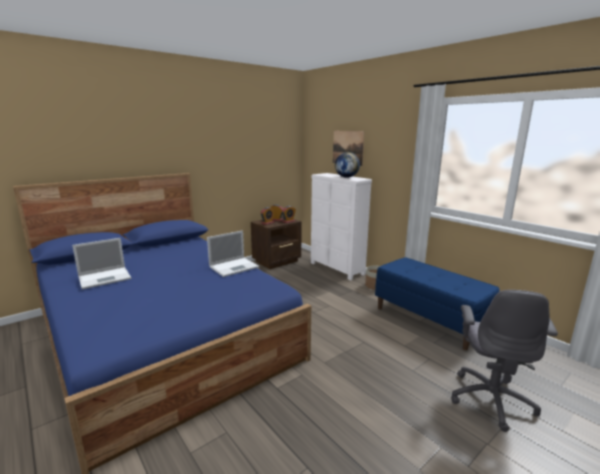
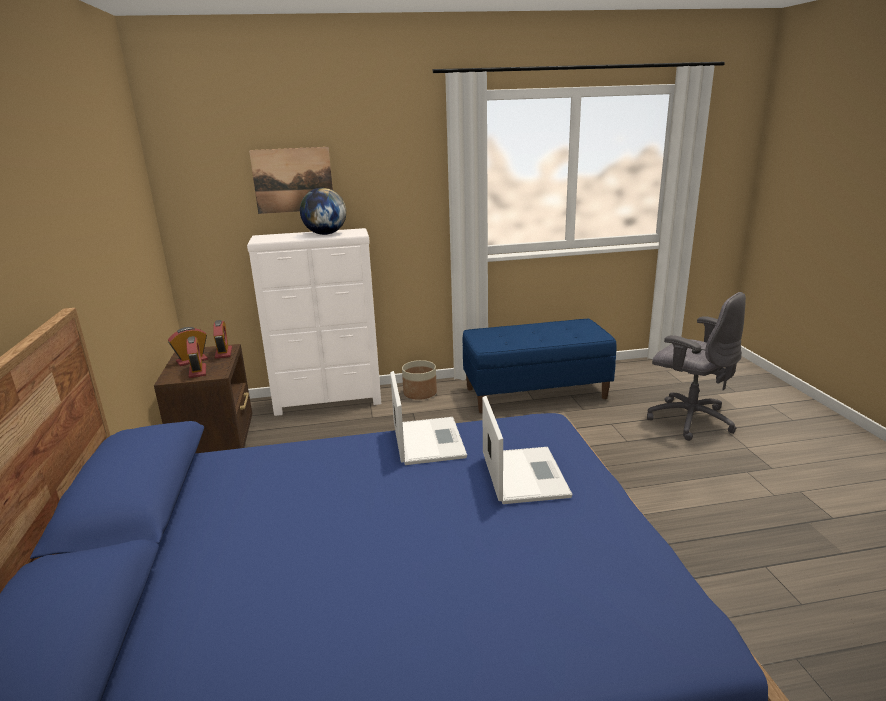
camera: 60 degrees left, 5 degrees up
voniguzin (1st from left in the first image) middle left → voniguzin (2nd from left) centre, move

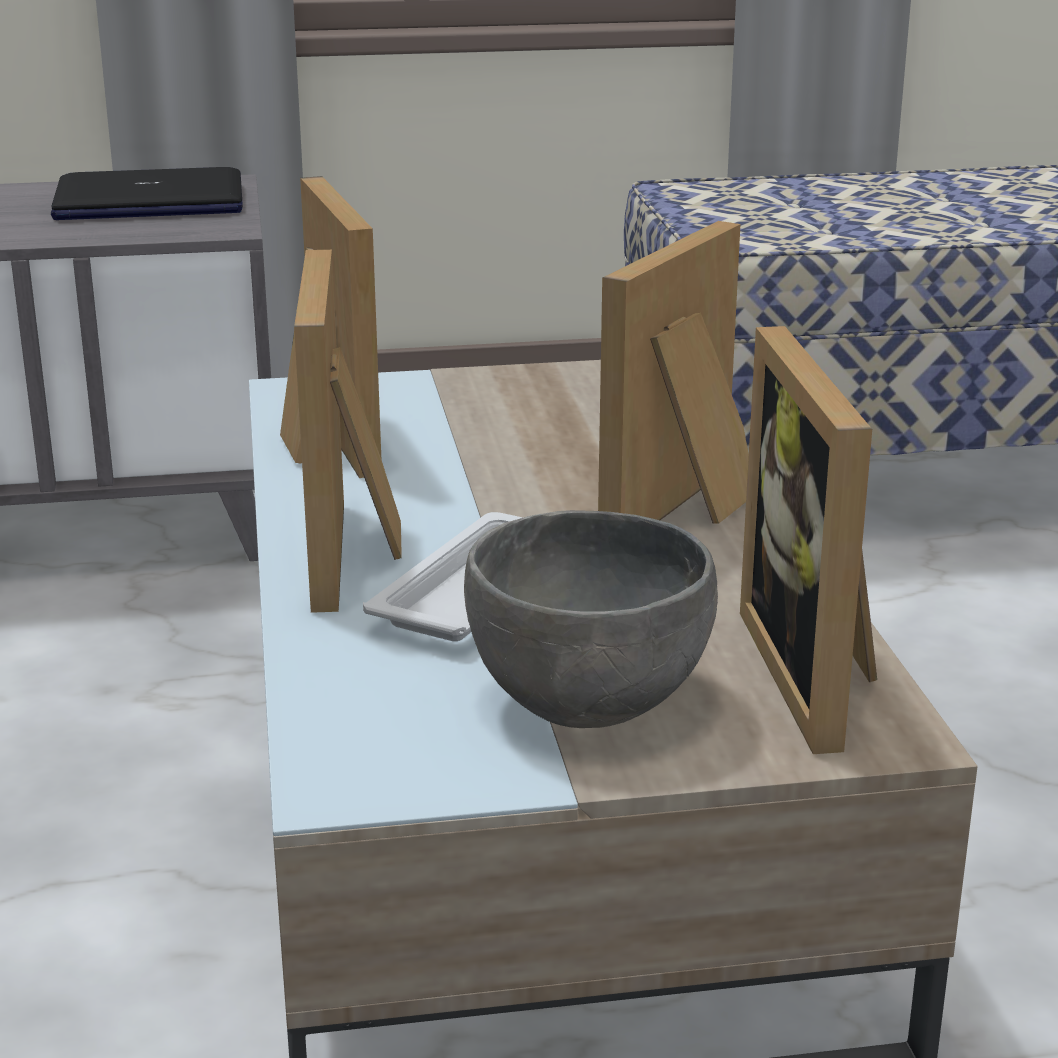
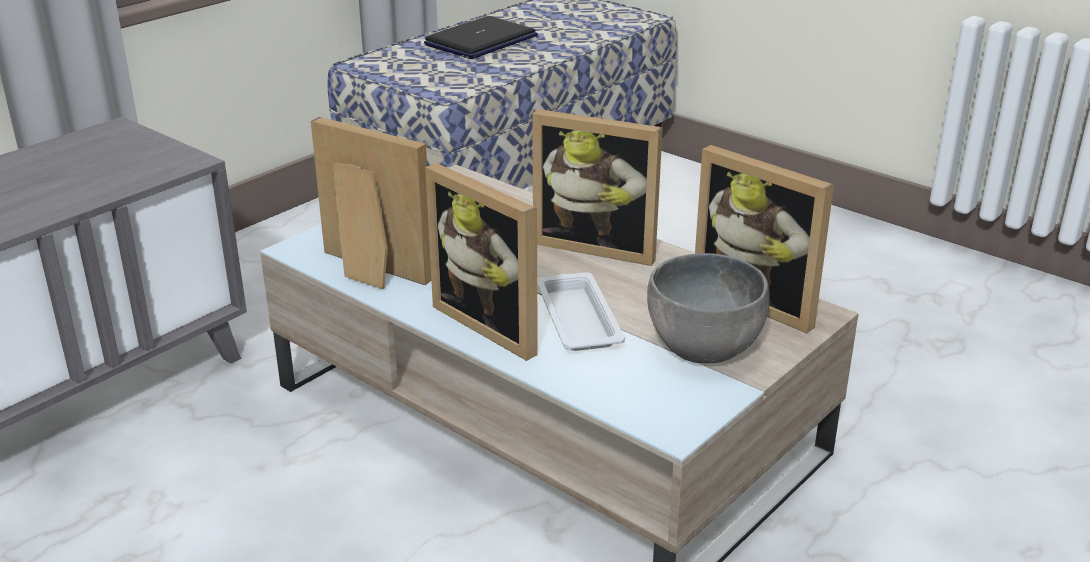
camera: 40 degrees left, 5 degrees up
voniguzin top left → voniguzin top centre, move
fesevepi (3rd from left) centre → fesevepi (3rd from left) top centre, 60 degrees counterclockwise

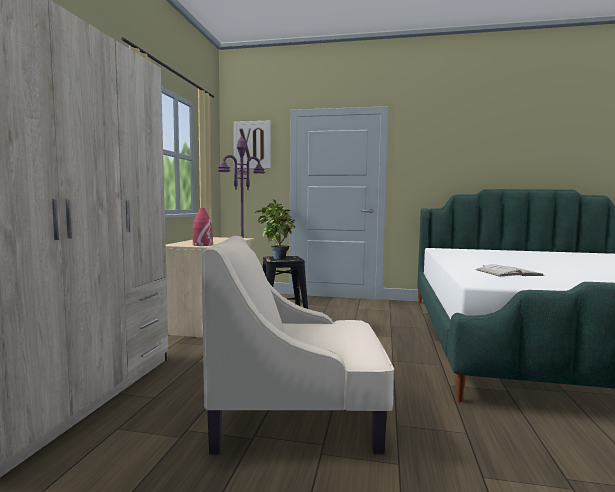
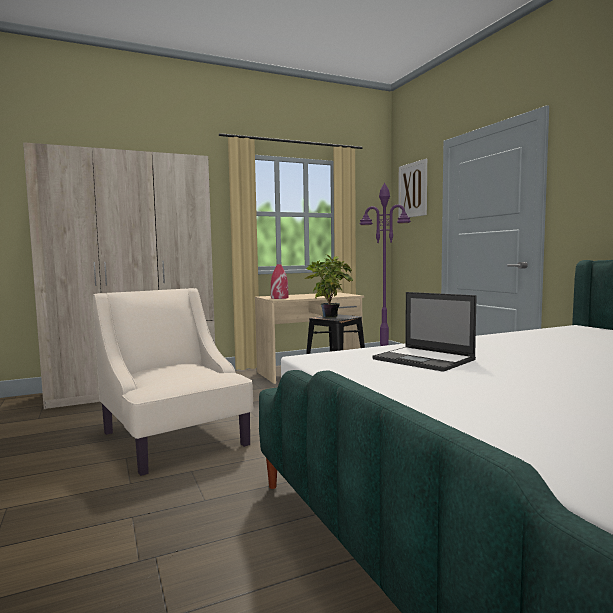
camera: 55 degrees right, 0 degrees up
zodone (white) middle right → voniguzin middle right

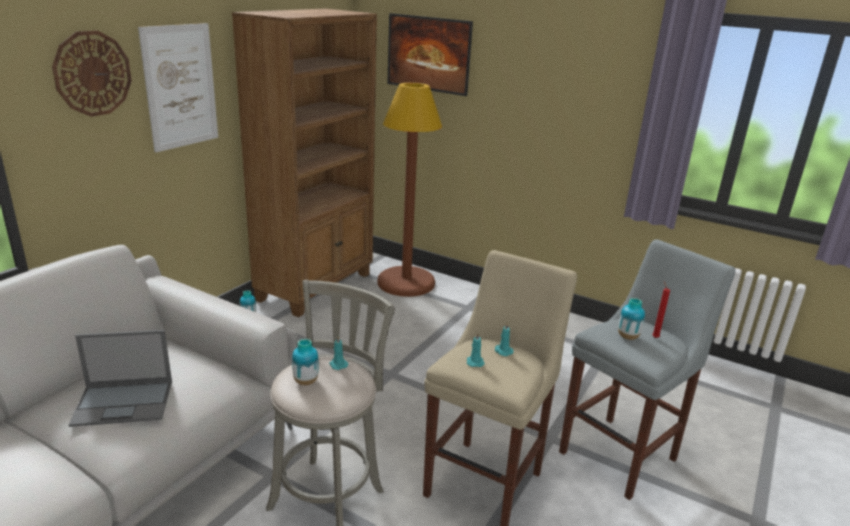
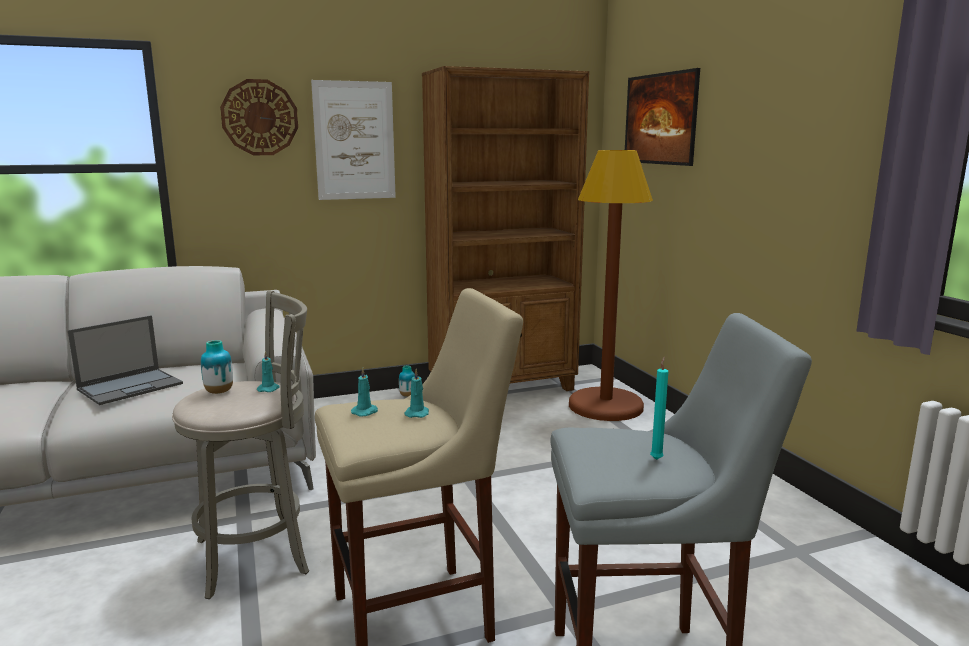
camera: 40 degrees right, 10 degrees down
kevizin (3rd from left) middle right → -
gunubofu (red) middle right → gunubofu (turquoise) (4th from left) middle right
voniguzin bottom left → voniguzin middle left, 75 degrees counterclockwise

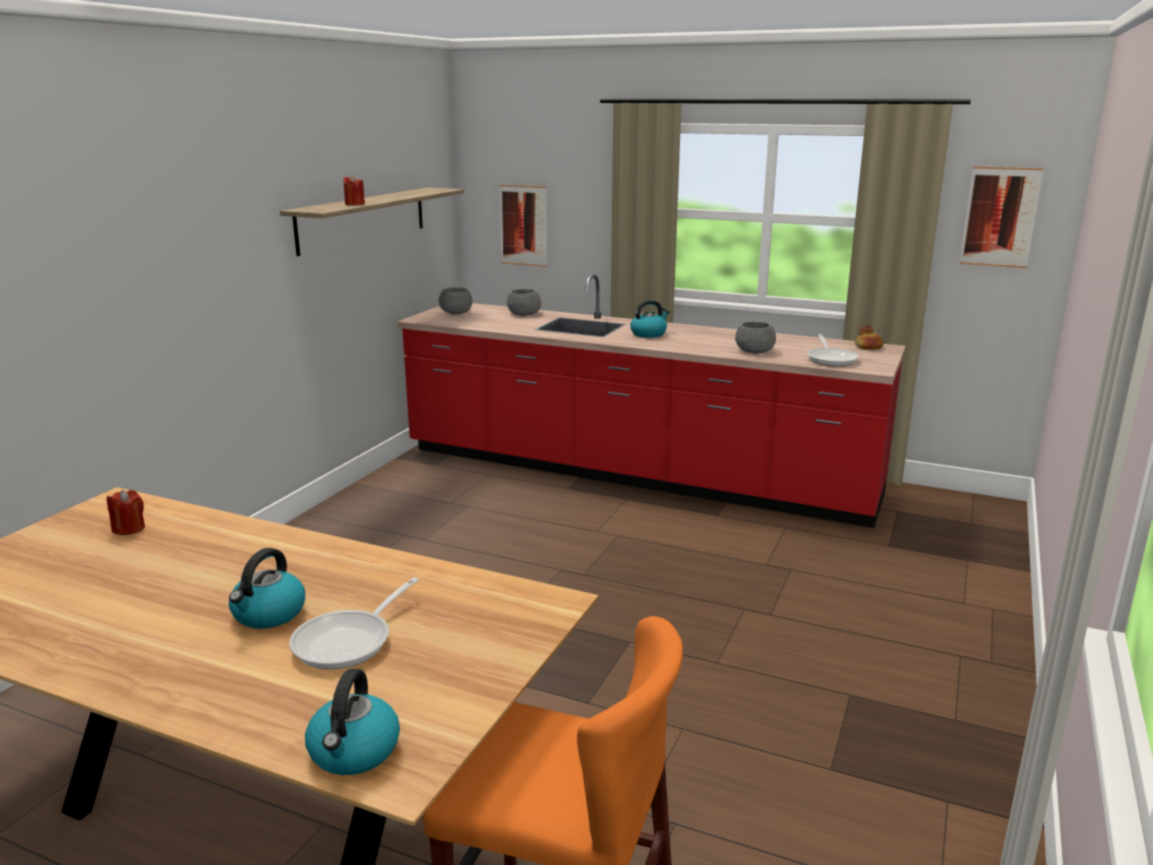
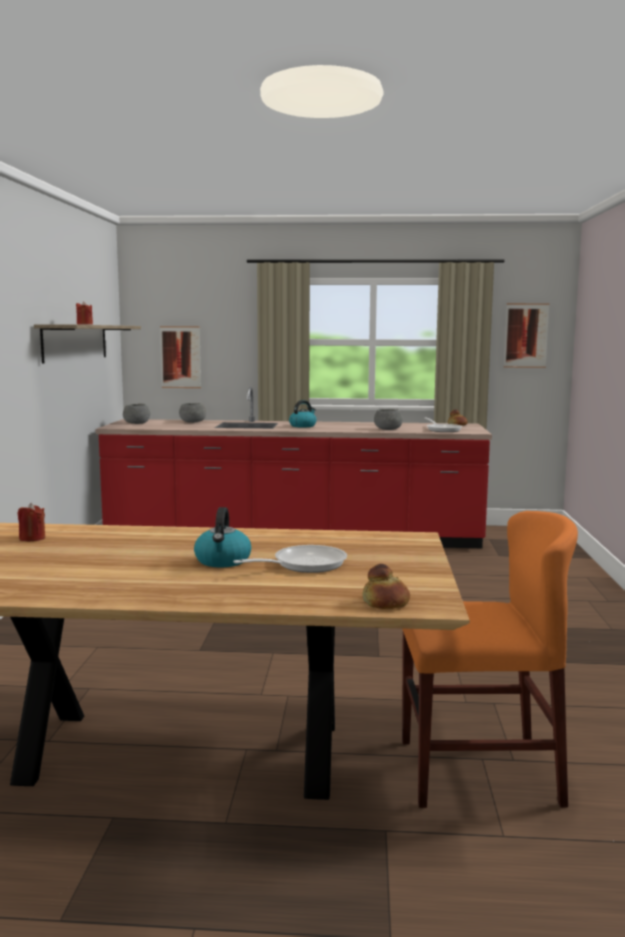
camera: 20 degrees left, 10 degrees down
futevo (2nd from left) bottom left → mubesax (1st from left) centre
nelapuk (1st from left) bottom left → nelapuk (1st from left) centre, 135 degrees counterclockwise

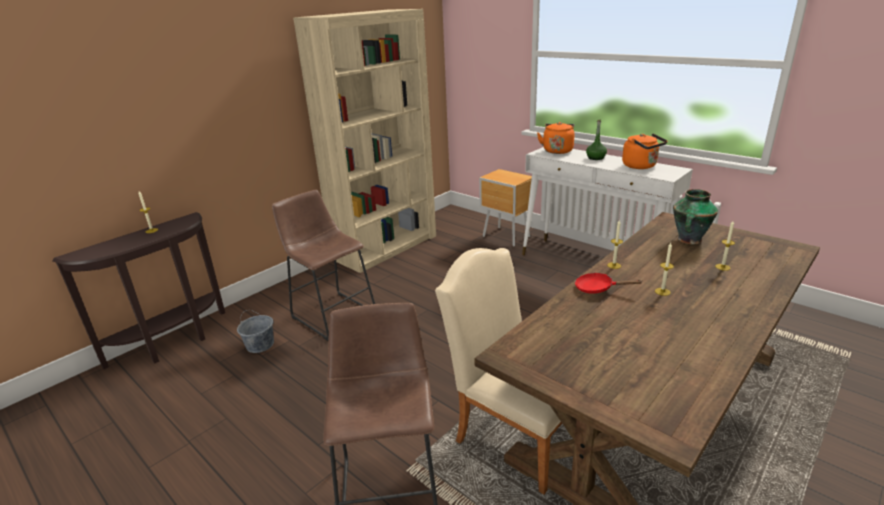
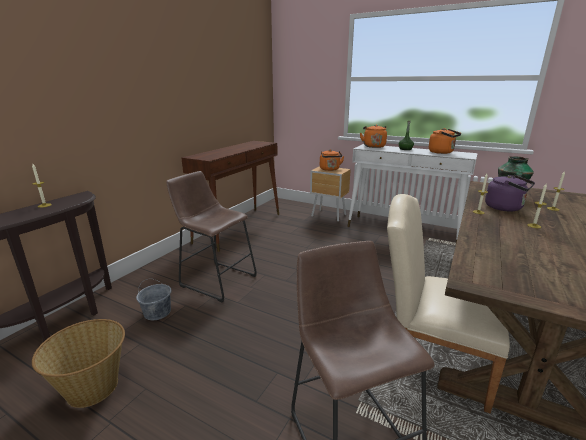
camera: 15 degrees left, 5 degrees down
nelapuk (red) middle right → -
- → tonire bottom left
- → futevo (orange) (1st from left) centre
- → futevo (purple) middle right
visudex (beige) top centre → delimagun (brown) (2nd from left) centre

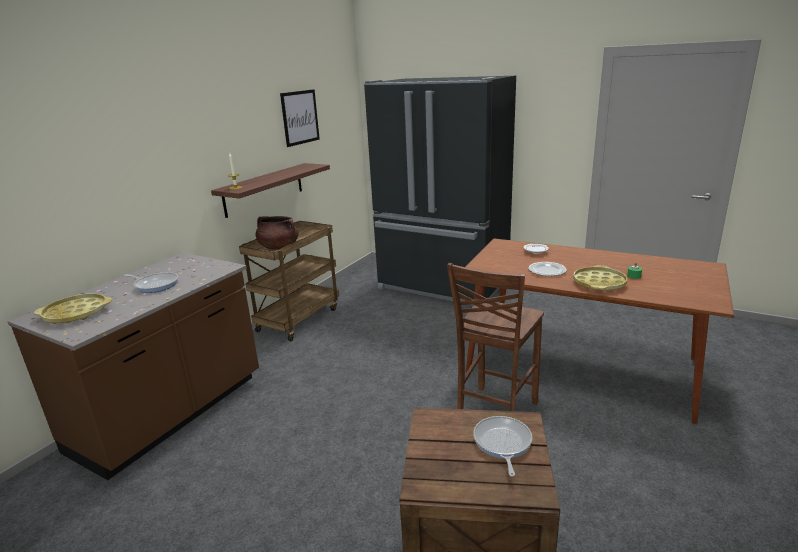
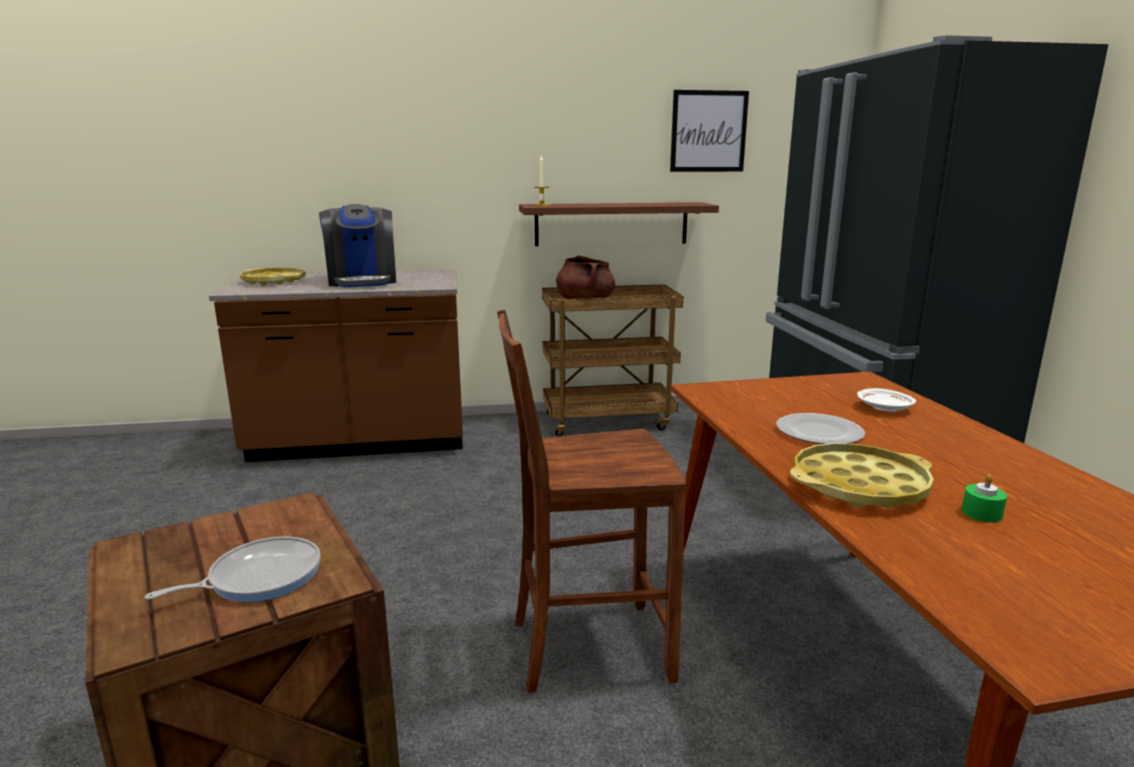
camera: 50 degrees right, 5 degrees down
nelapuk (1st from left) middle left → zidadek top left

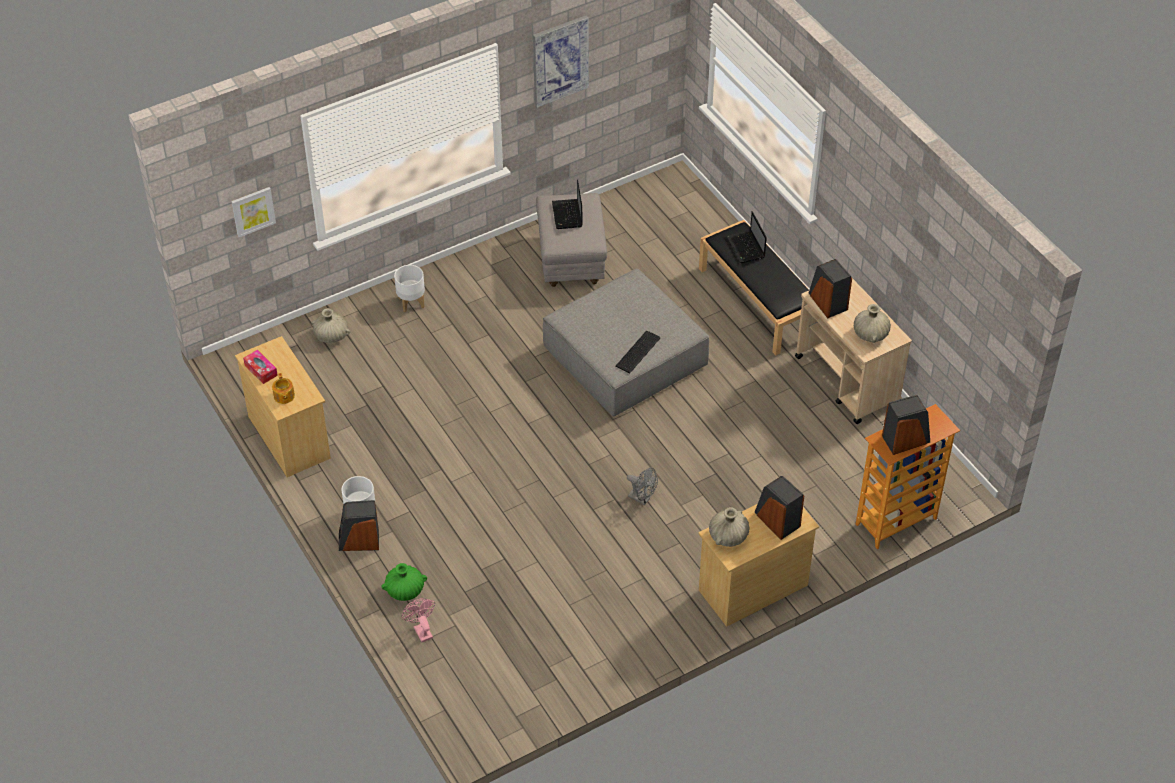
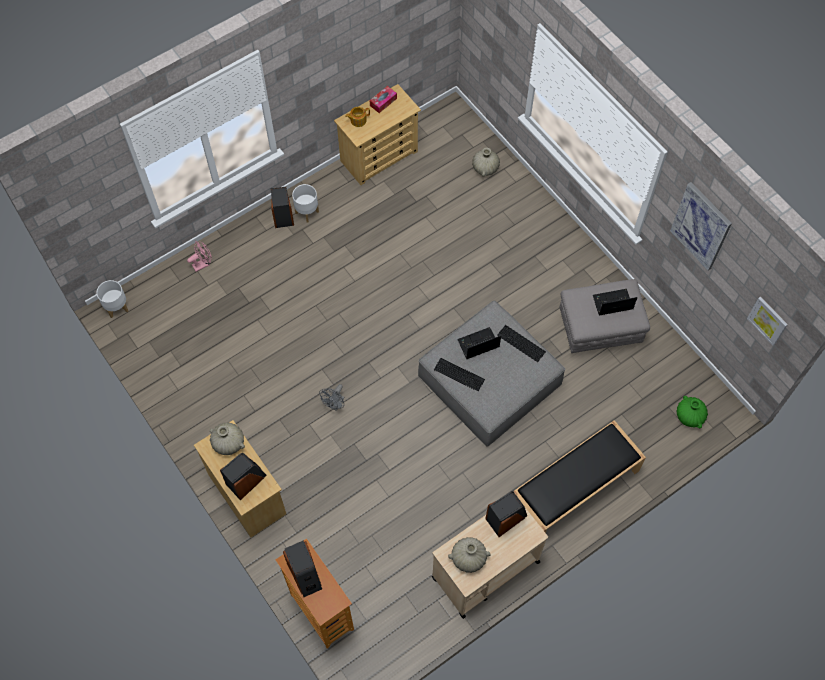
camera: 85 degrees right, 15 degrees up
- → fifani (2nd from left) centre
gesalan (1st from left in the first image) top left → gesalan (2nd from left) middle right, move
kevizin (green) bottom centre → kevizin (green) middle right, move
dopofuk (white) (2nd from left in the first image) centre → dopofuk (white) (1st from left) middle left, move
voniguzin (2nd from left in the first image) top centre → voniguzin (1st from left) centre, move

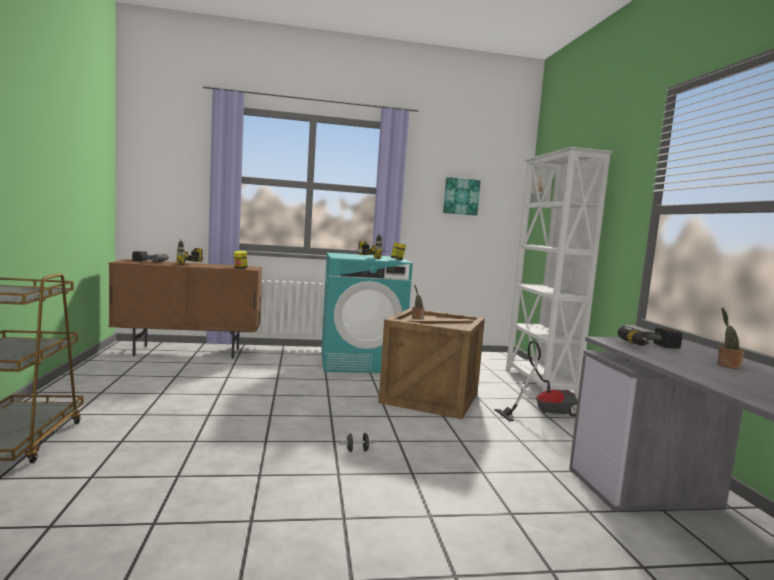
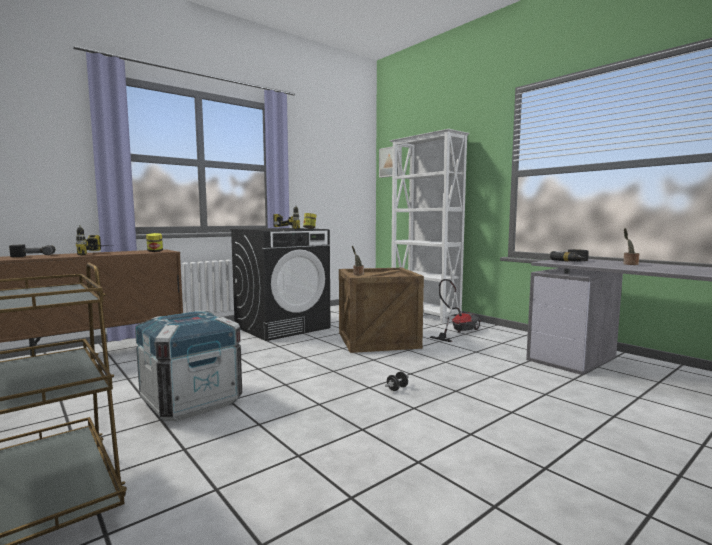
camera: 30 degrees left, 0 degrees up
gesalan (1st from left) centre → -
- → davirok (1st from left) bottom left
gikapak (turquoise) centre → gikapak (black) centre

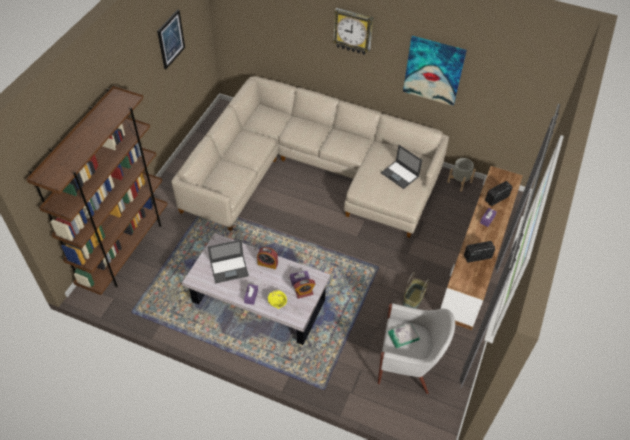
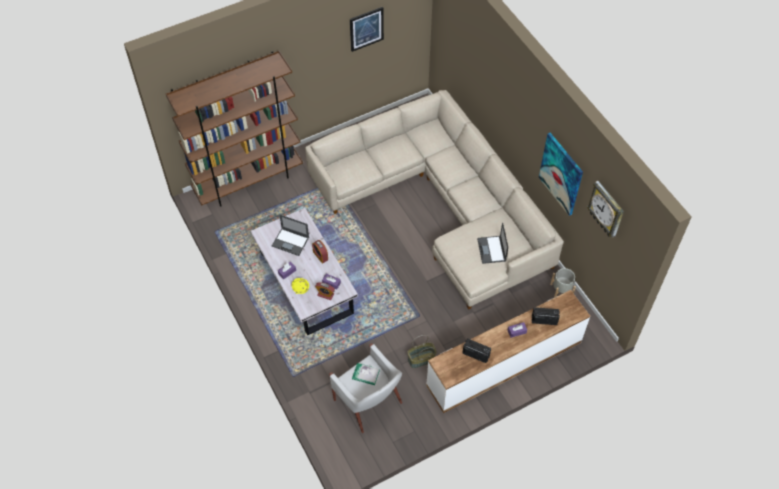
camera: 40 degrees right, 5 degrees up
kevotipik top centre → kevotipik middle right, move

